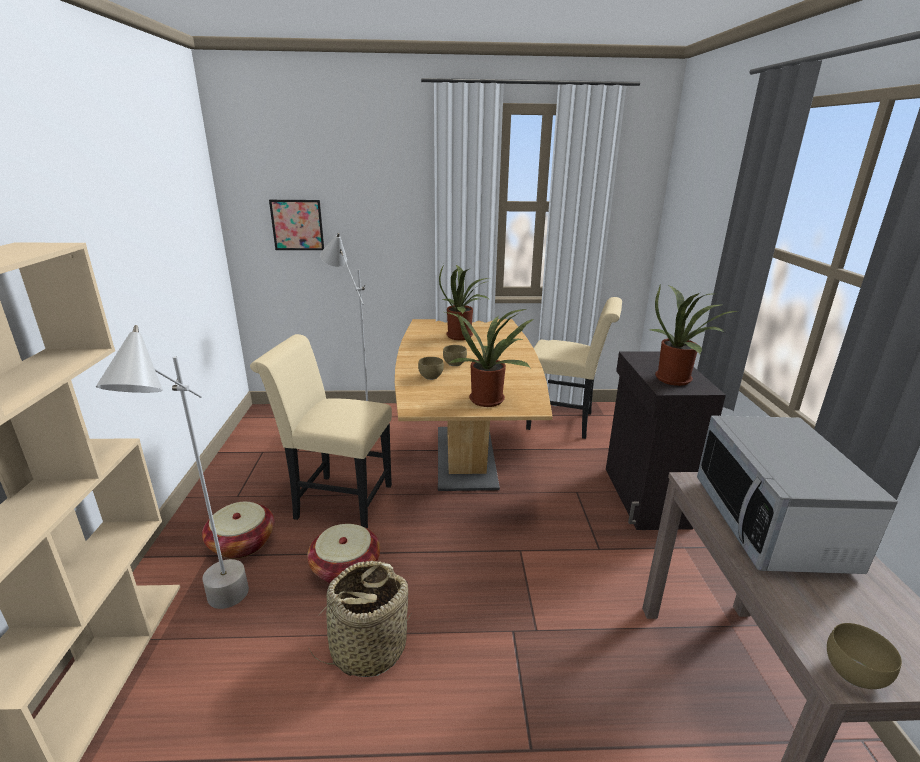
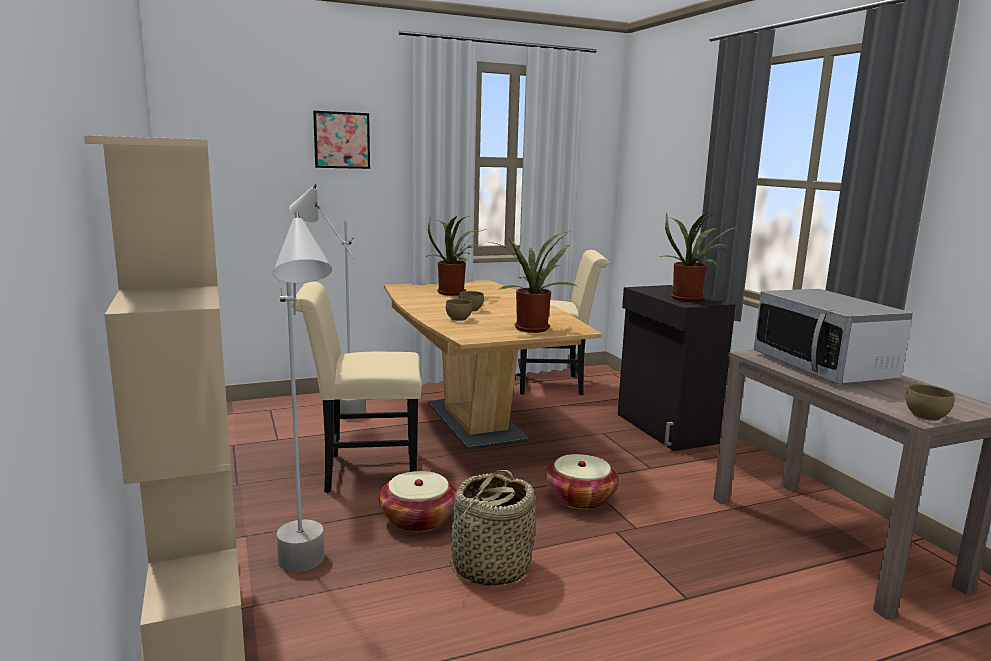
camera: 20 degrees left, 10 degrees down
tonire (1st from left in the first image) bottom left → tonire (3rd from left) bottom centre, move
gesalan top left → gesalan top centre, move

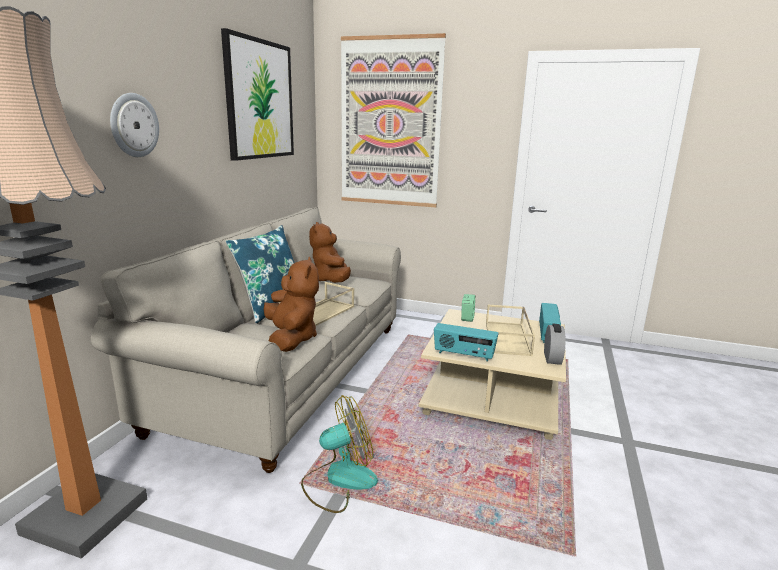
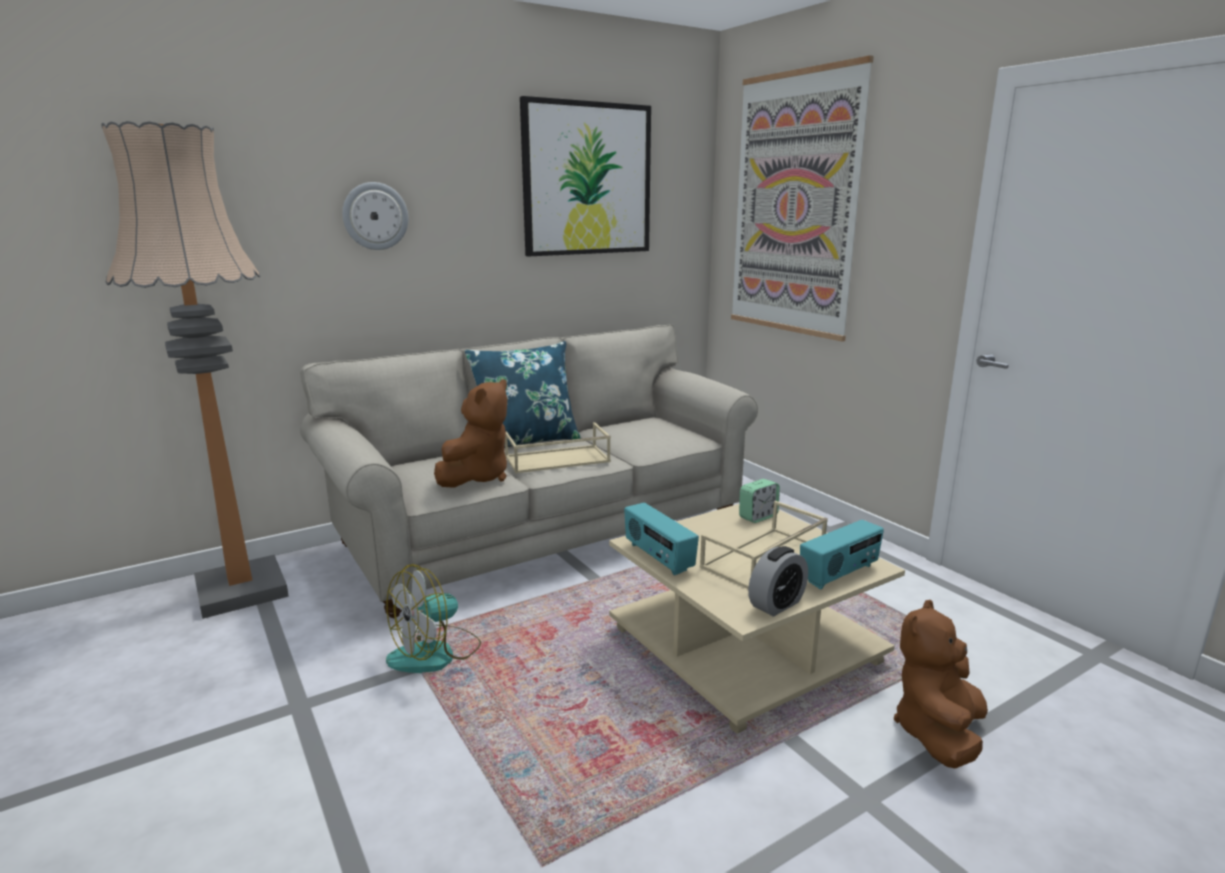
camera: 40 degrees right, 0 degrees up
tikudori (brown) (2nd from left) centre → tikudori (brown) (2nd from left) bottom right, move
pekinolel bottom centre, 120 degrees clockwise

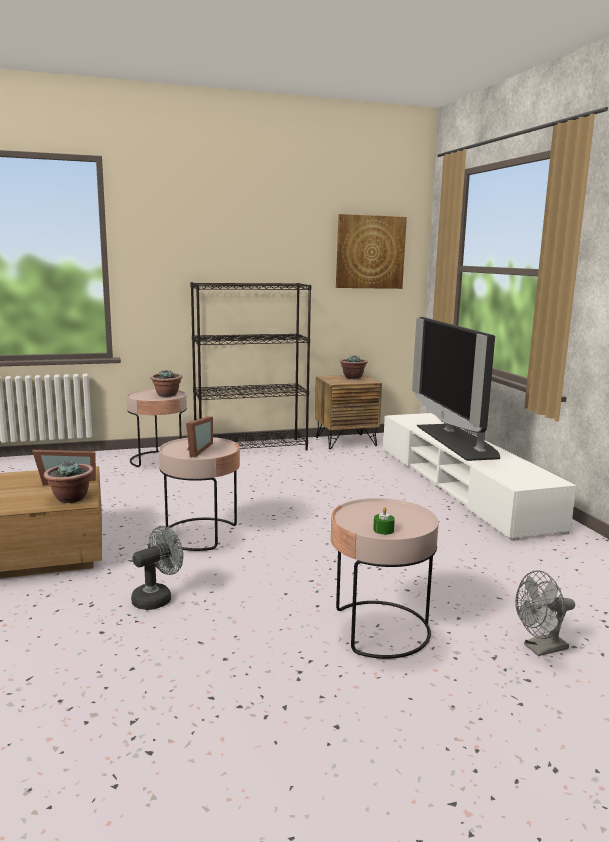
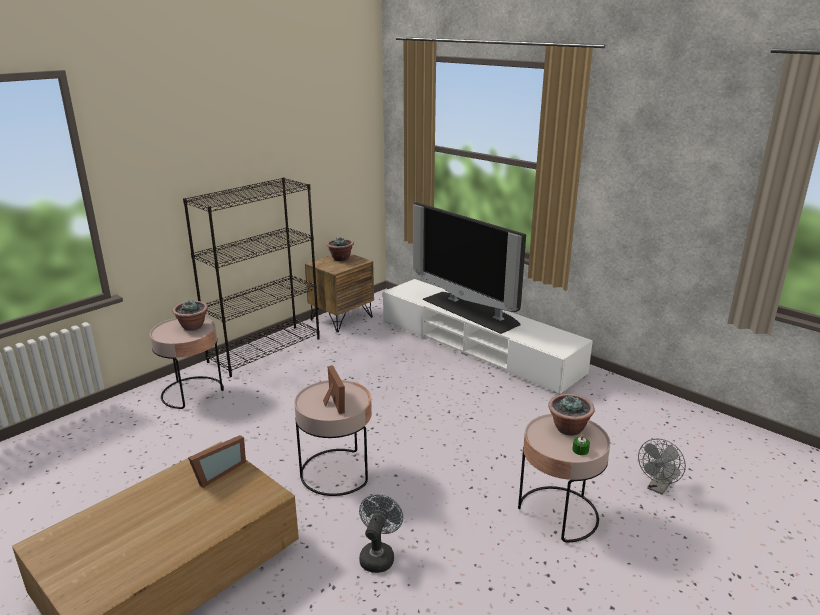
camera: 30 degrees left, 10 degrees up
gesalan top centre → -
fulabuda (1st from left in the first image) middle left → fulabuda (3rd from left) bottom right, move

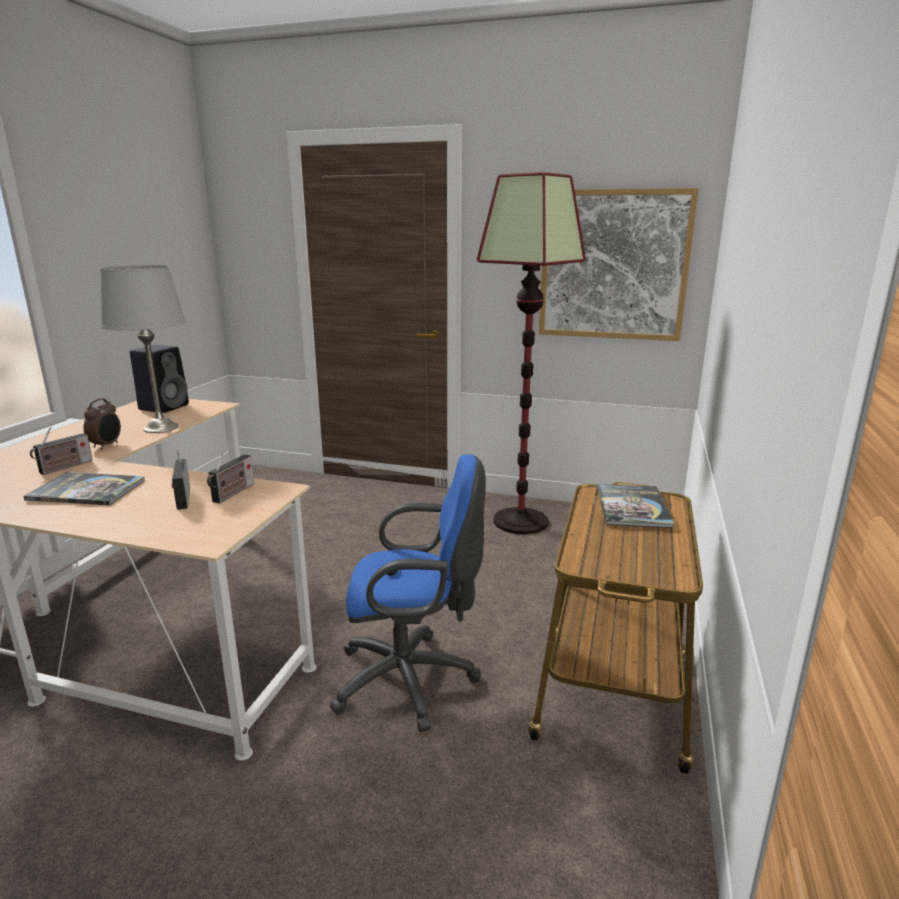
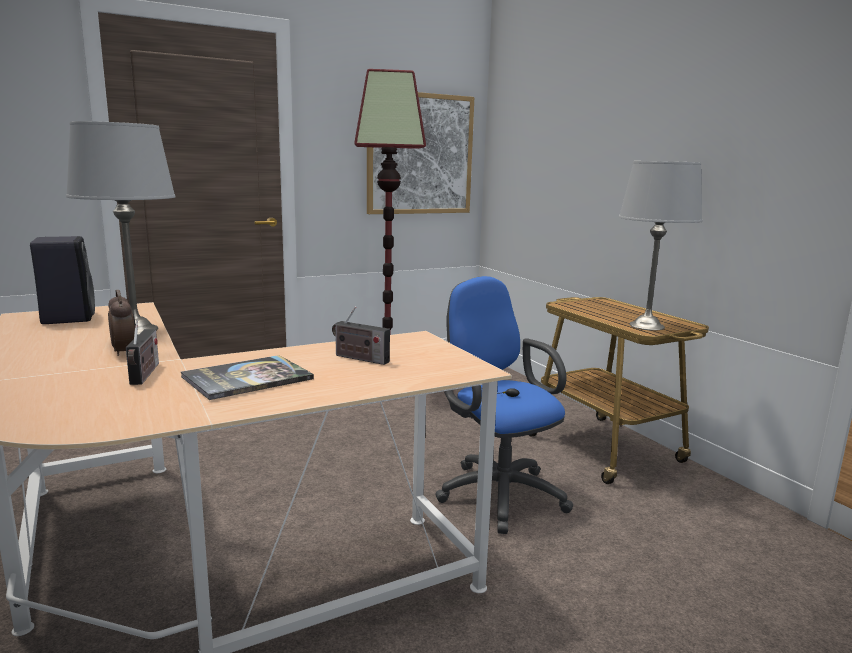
camera: 45 degrees left, 5 degrees down
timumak (3rd from left) middle left → -
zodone (2nd from left) middle right → -
- → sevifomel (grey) (2nd from left) middle right
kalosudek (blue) centre, 75 degrees counterclockwise

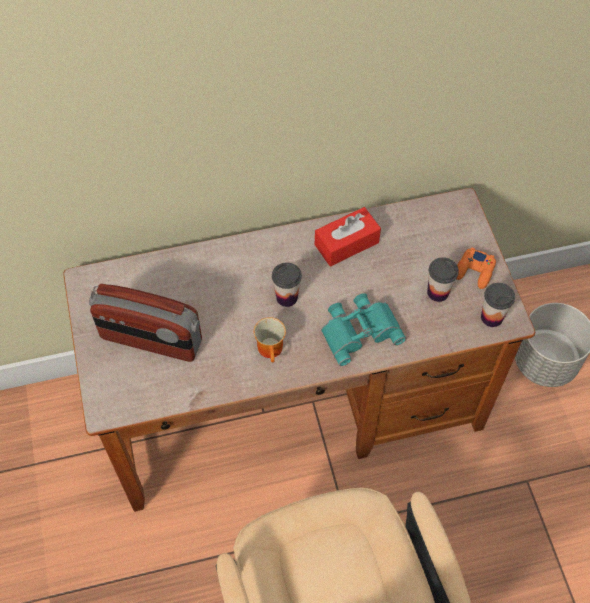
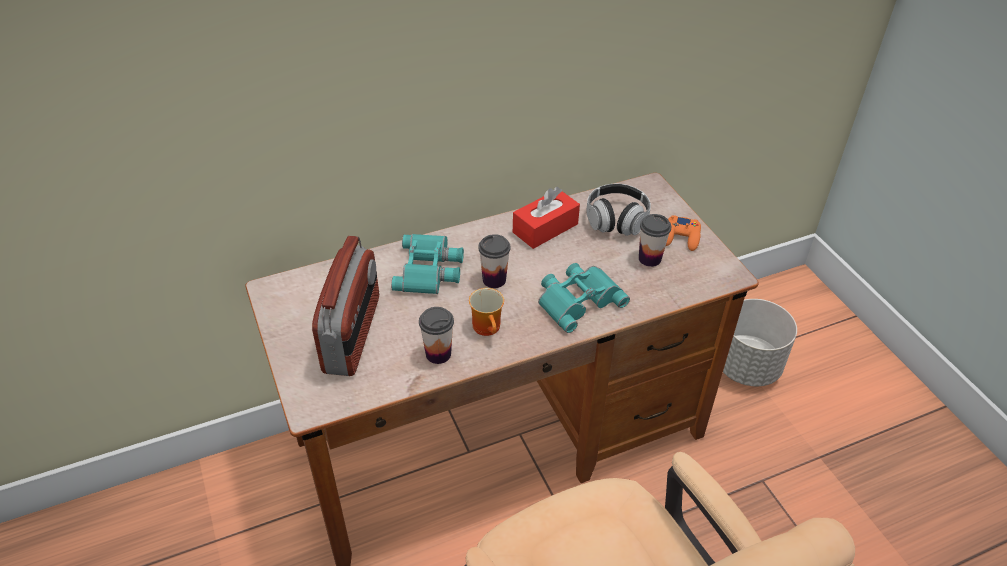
camera: 10 degrees left, 15 degrees down
- → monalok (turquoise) (1st from left) centre
- → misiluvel centre
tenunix (3rd from left in the first image) middle right → tenunix (1st from left) centre, move
timumak middle left → timumak centre, 90 degrees counterclockwise

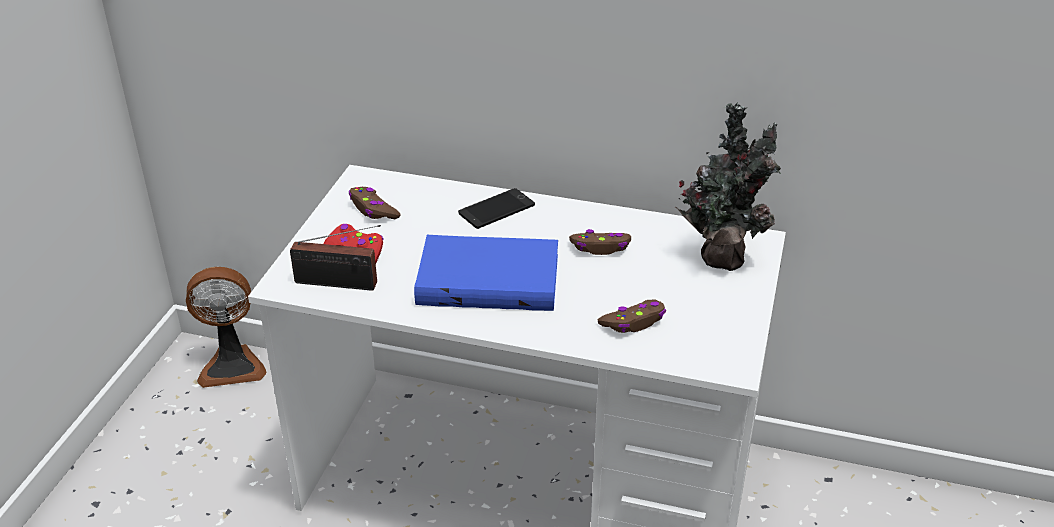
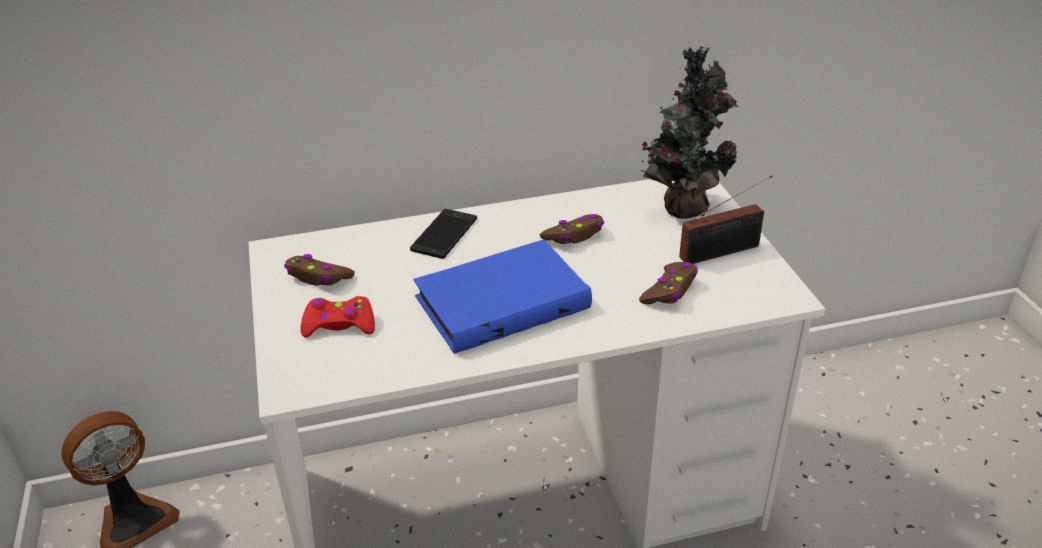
camera: 30 degrees left, 0 degrees up
timumak middle left → timumak middle right, move

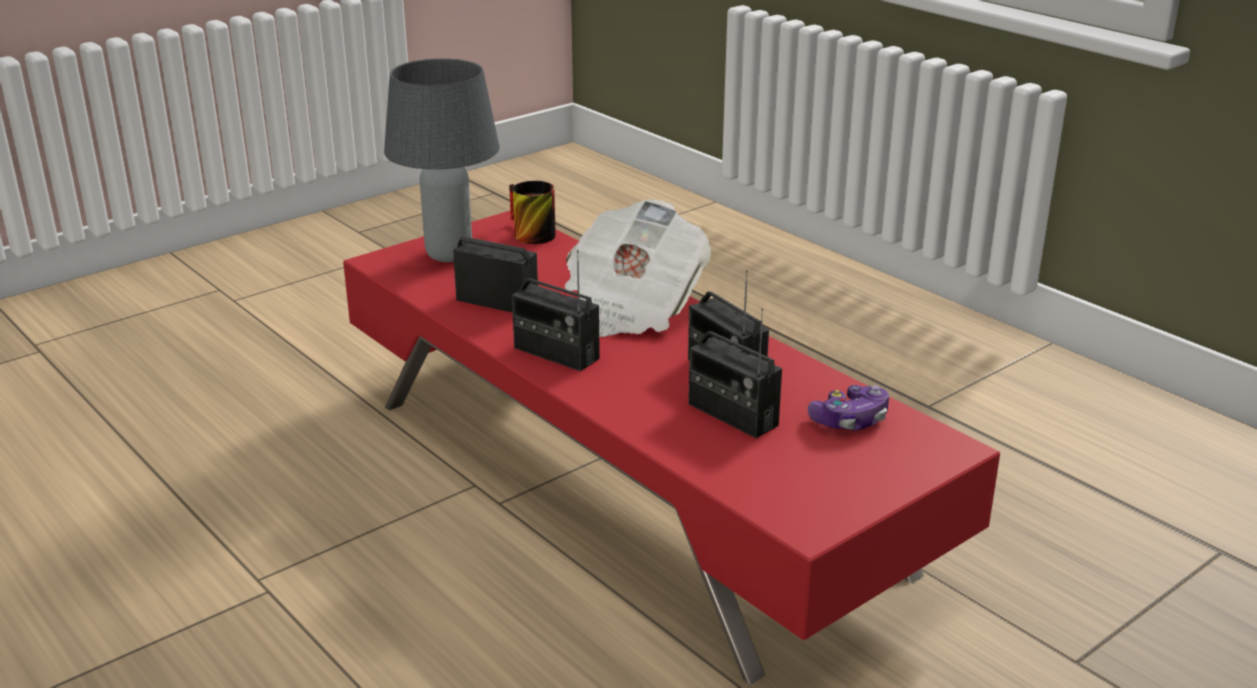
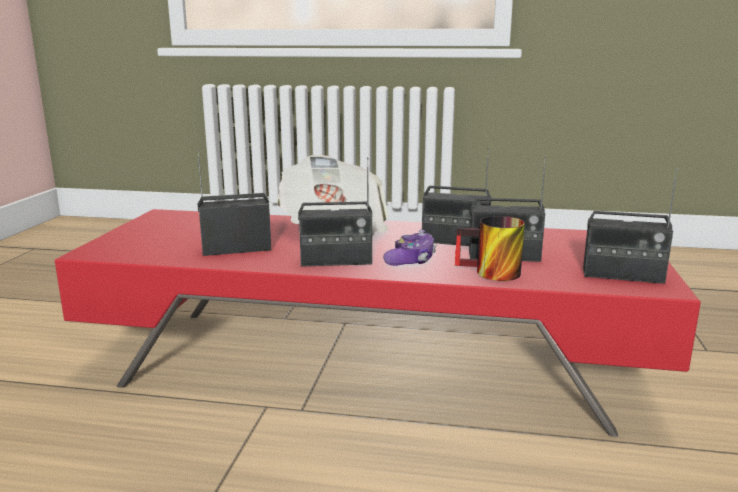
camera: 40 degrees left, 10 degrees down
sevifomel (grey) top centre → -
- → timumak (5th from left) middle right
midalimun top centre → midalimun centre, move
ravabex middle right → ravabex centre, move

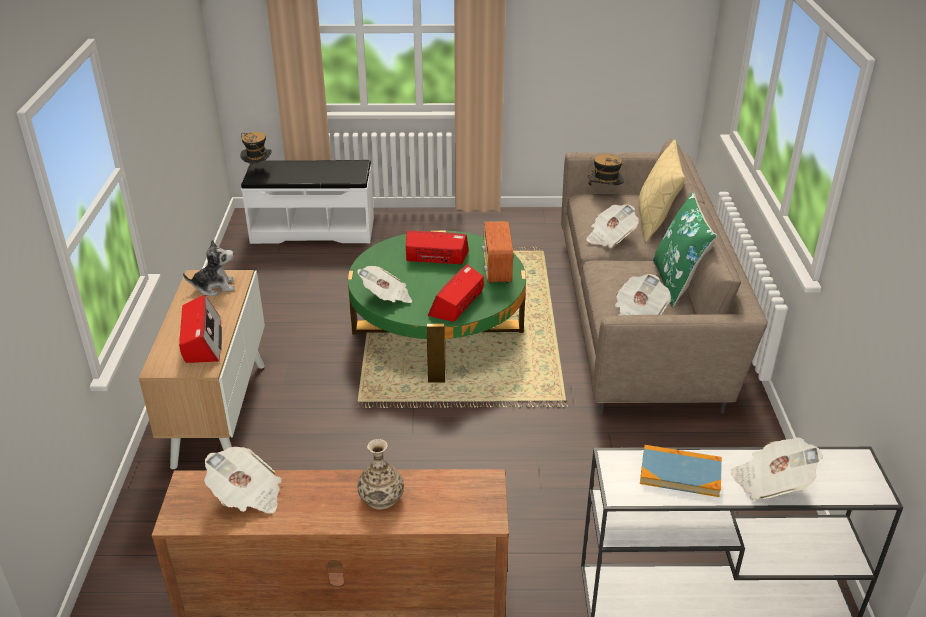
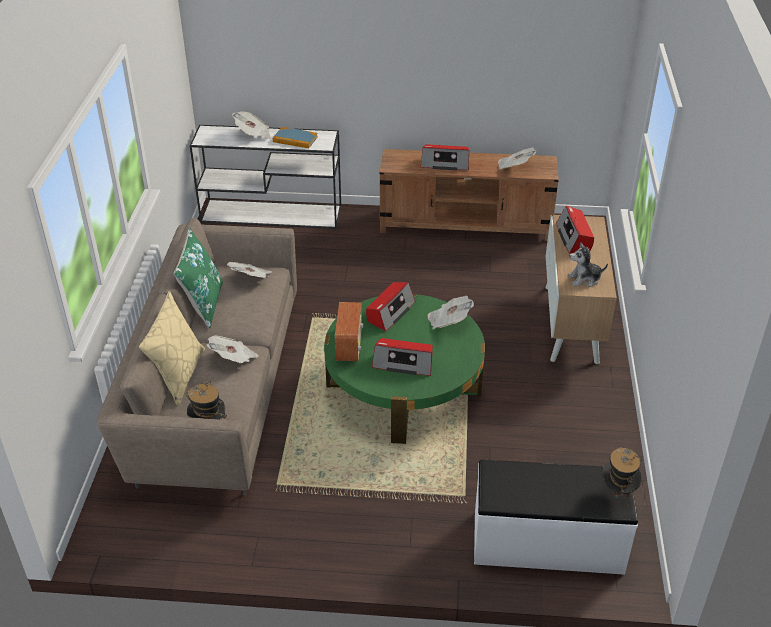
camera: 175 degrees left, 5 degrees up
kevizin bottom centre → timumak (4th from left) top centre

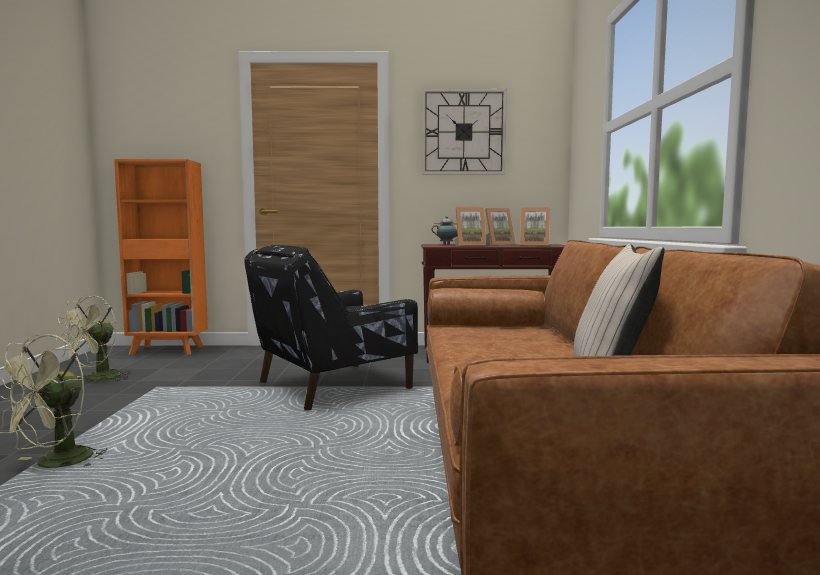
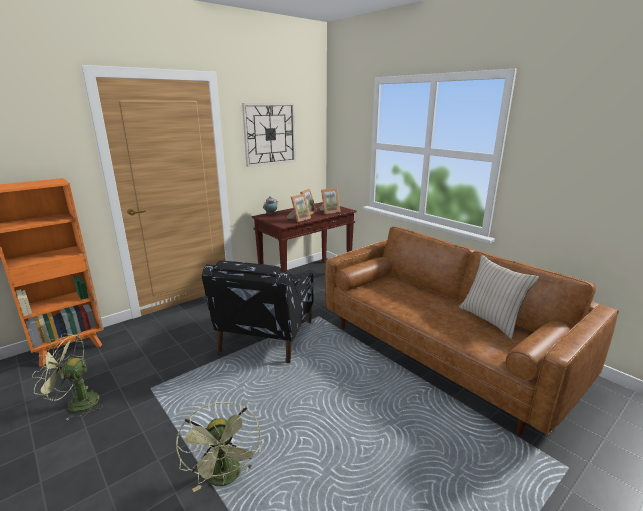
camera: 40 degrees left, 15 degrees up
pekinolel (green) (2nd from left in the first image) middle left → pekinolel (green) (1st from left) bottom left, 105 degrees clockwise

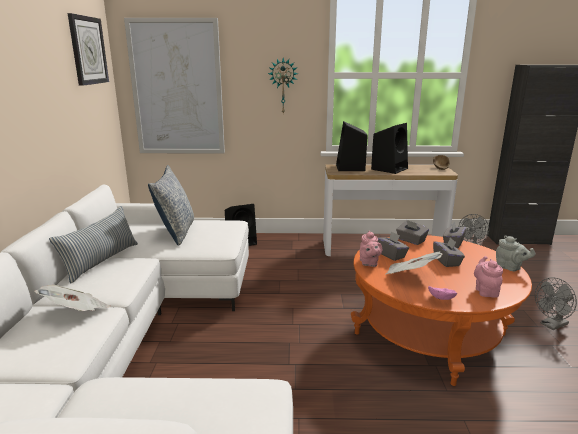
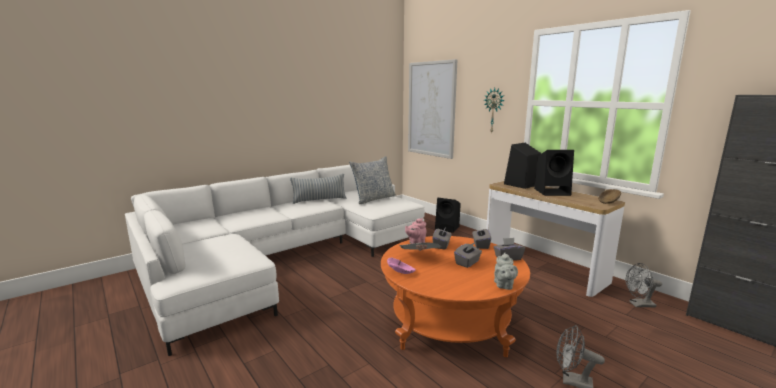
camera: 50 degrees right, 5 degrees down
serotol (1st from left) bottom left → -
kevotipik (1st from left) top left → -
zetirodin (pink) (2nd from left) middle right → -

